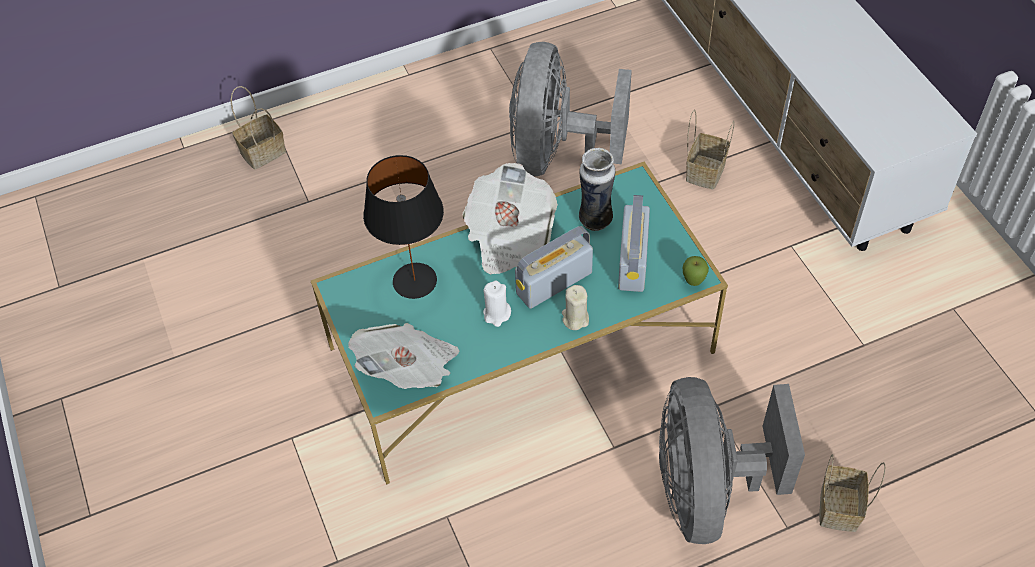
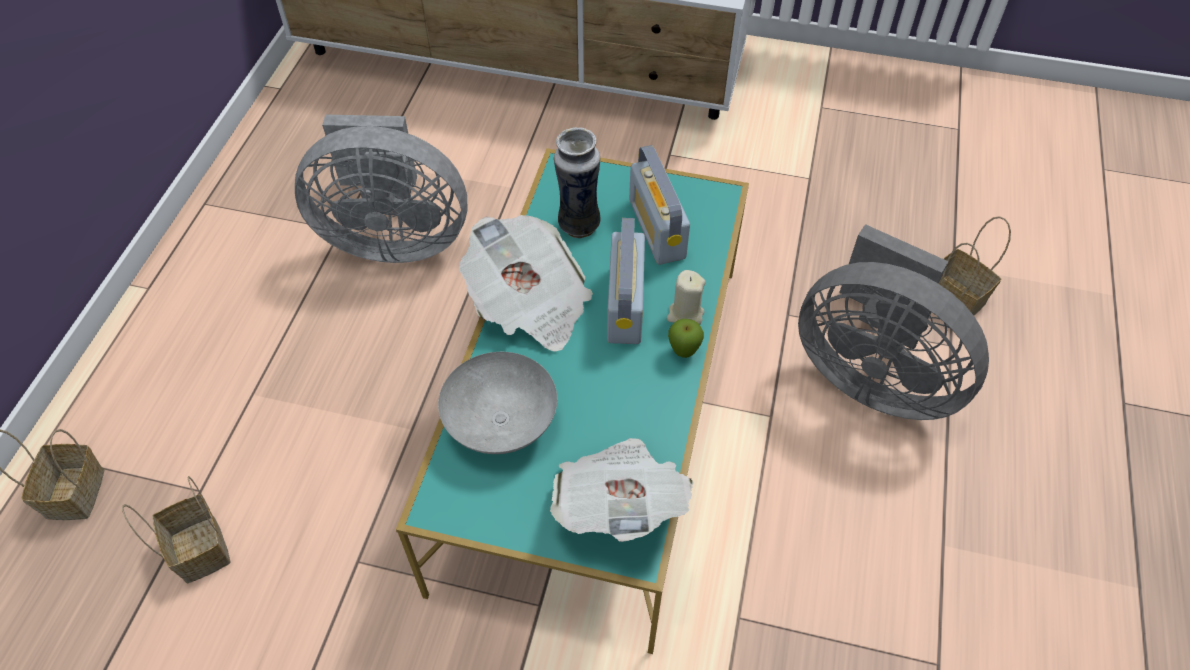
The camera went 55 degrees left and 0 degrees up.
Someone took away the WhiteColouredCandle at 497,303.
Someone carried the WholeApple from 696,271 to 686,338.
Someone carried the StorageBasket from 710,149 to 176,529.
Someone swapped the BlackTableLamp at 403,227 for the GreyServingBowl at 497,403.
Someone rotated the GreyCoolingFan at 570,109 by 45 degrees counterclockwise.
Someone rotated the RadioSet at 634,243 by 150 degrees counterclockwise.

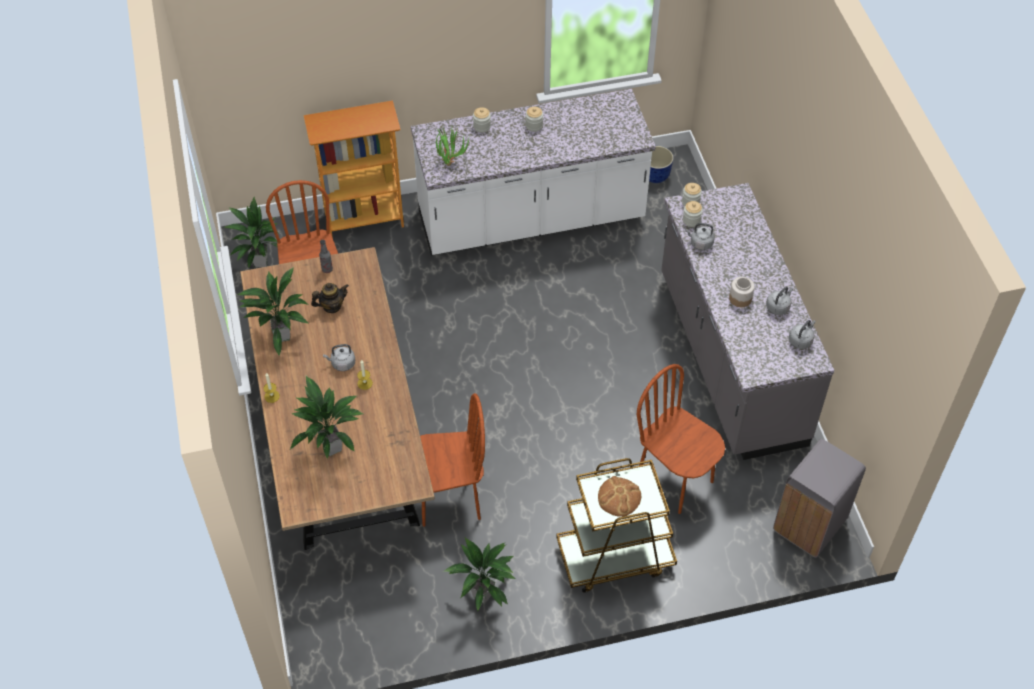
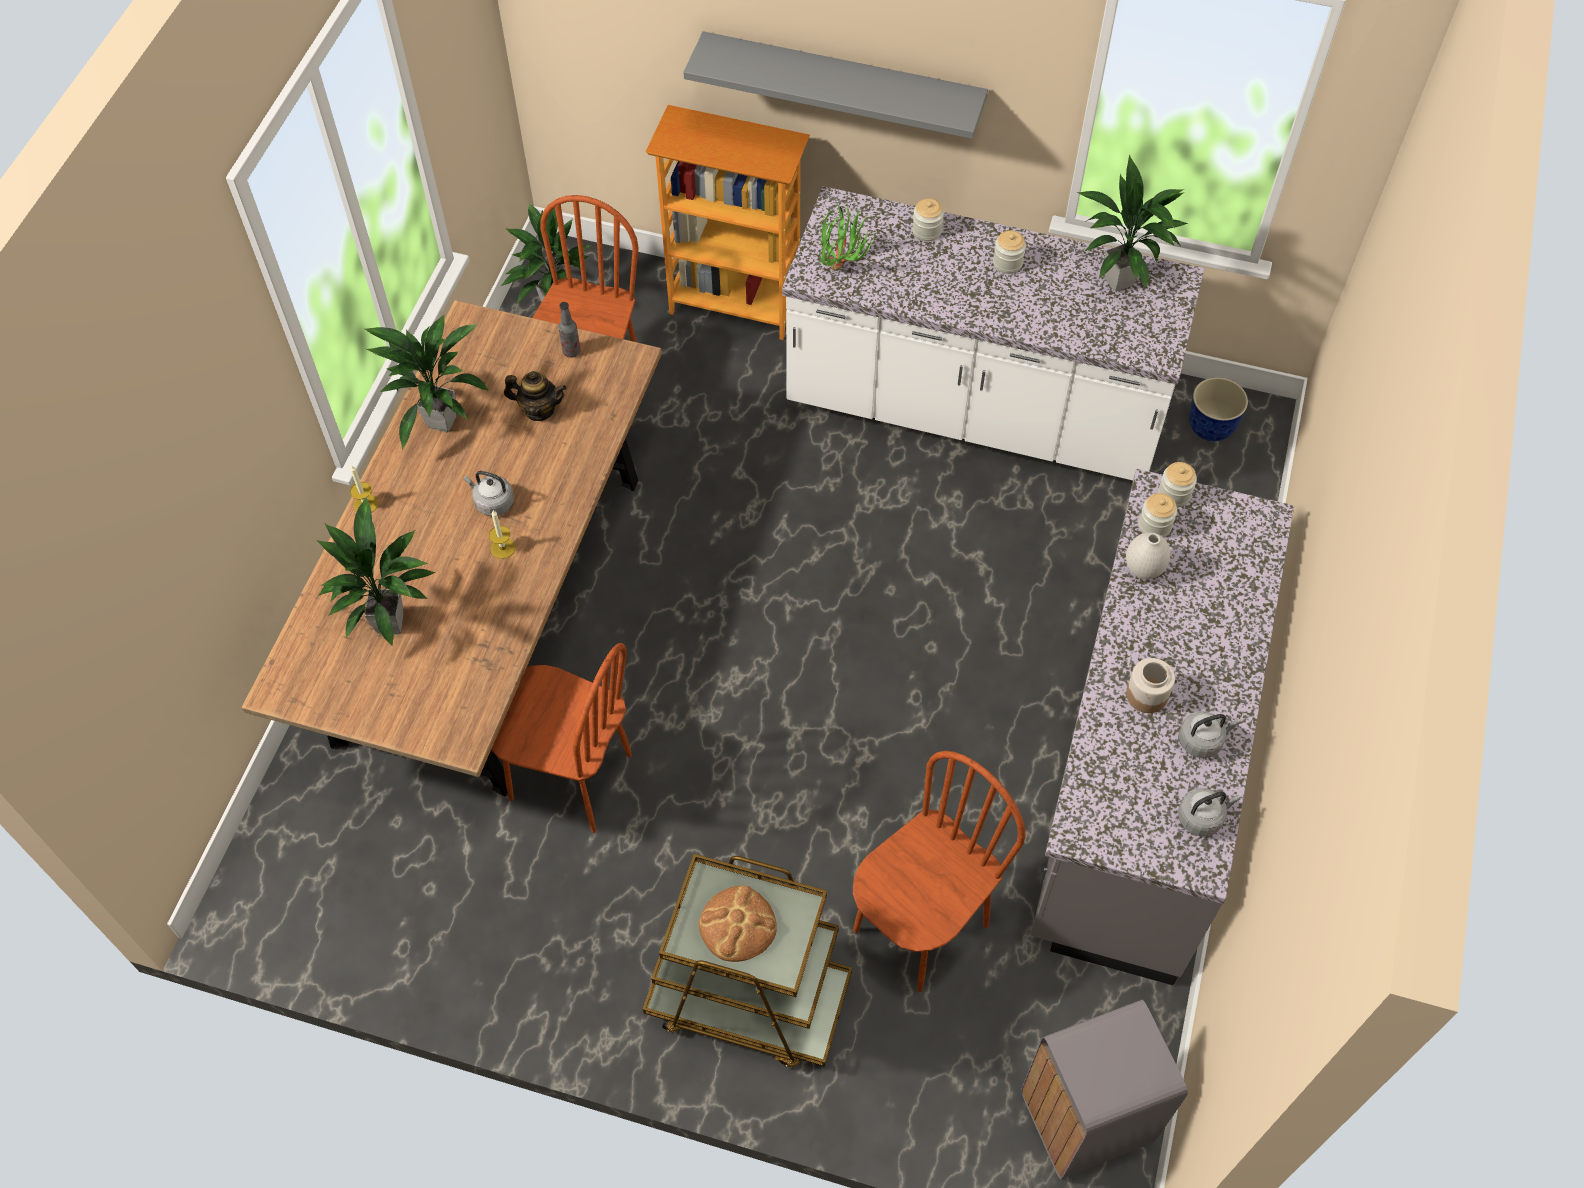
The camera went 30 degrees right and 5 degrees up.
Someone put up the GreyShelf at 835,85.
Someone carried the PlantInAPot from 479,575 to 1132,223.
Someone swapped the GreyTeaKettle at 700,236 for the WhiteColouredVase at 1148,556.
Someone rotated the BrownPlainChair at 680,439 by 60 degrees clockwise.

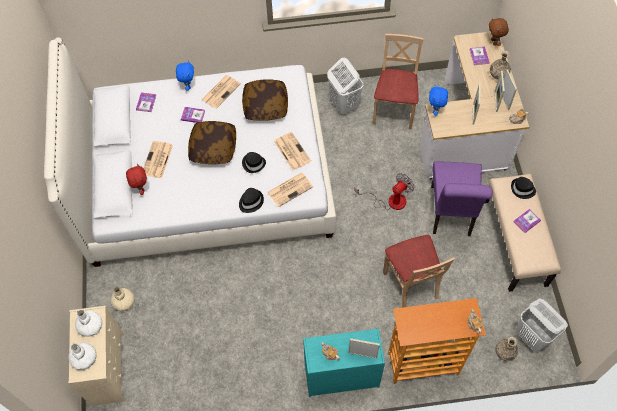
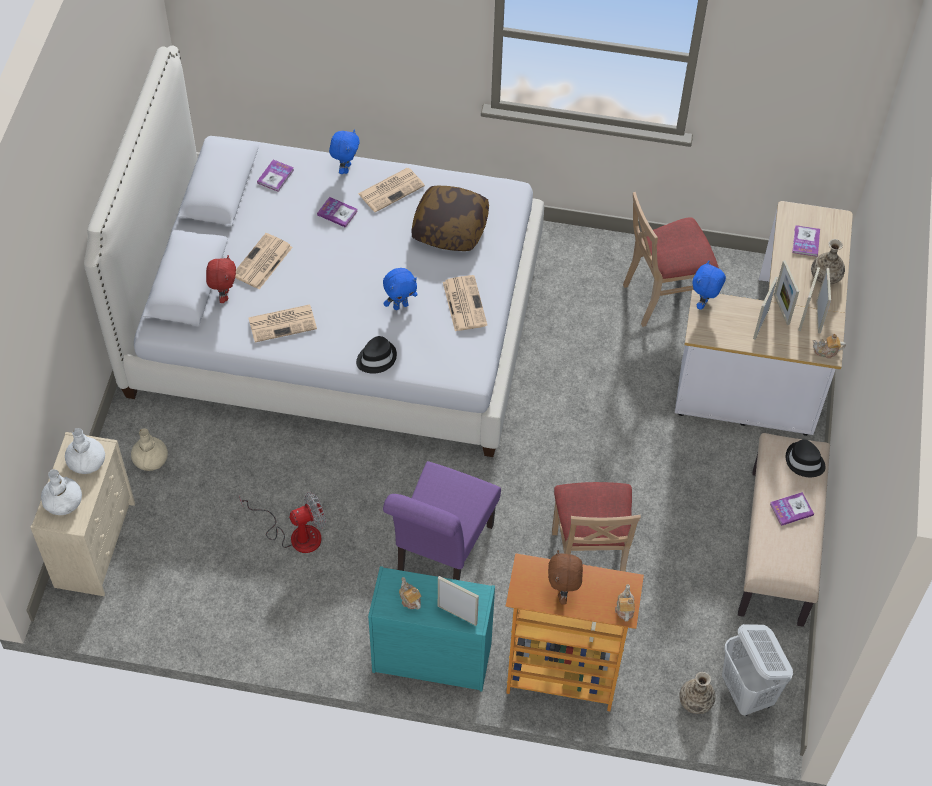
The camera went 15 degrees right and 5 degrees down.
Someone took away the Cushion at 212,142.
Someone took away the WhiteColouredWashingBasket at 345,86.
Someone put down the StandingFrame at 786,292.
Someone carried the DailyPaper from 290,189 to 282,323.
Someone carried the CoolingFan from 384,191 to 282,522.
Someone carried the PurpleColouredPlainChair from 462,198 to 442,520.
Someone carried the BrownCuddlyToy from 499,31 to 565,577.
Someone swapped the BlackWearableHat at 254,162 for the BluishCuddlyToy at 400,289.
Someone rotated the SandColouredPlainChair at 398,82 by 135 degrees counterclockwise.

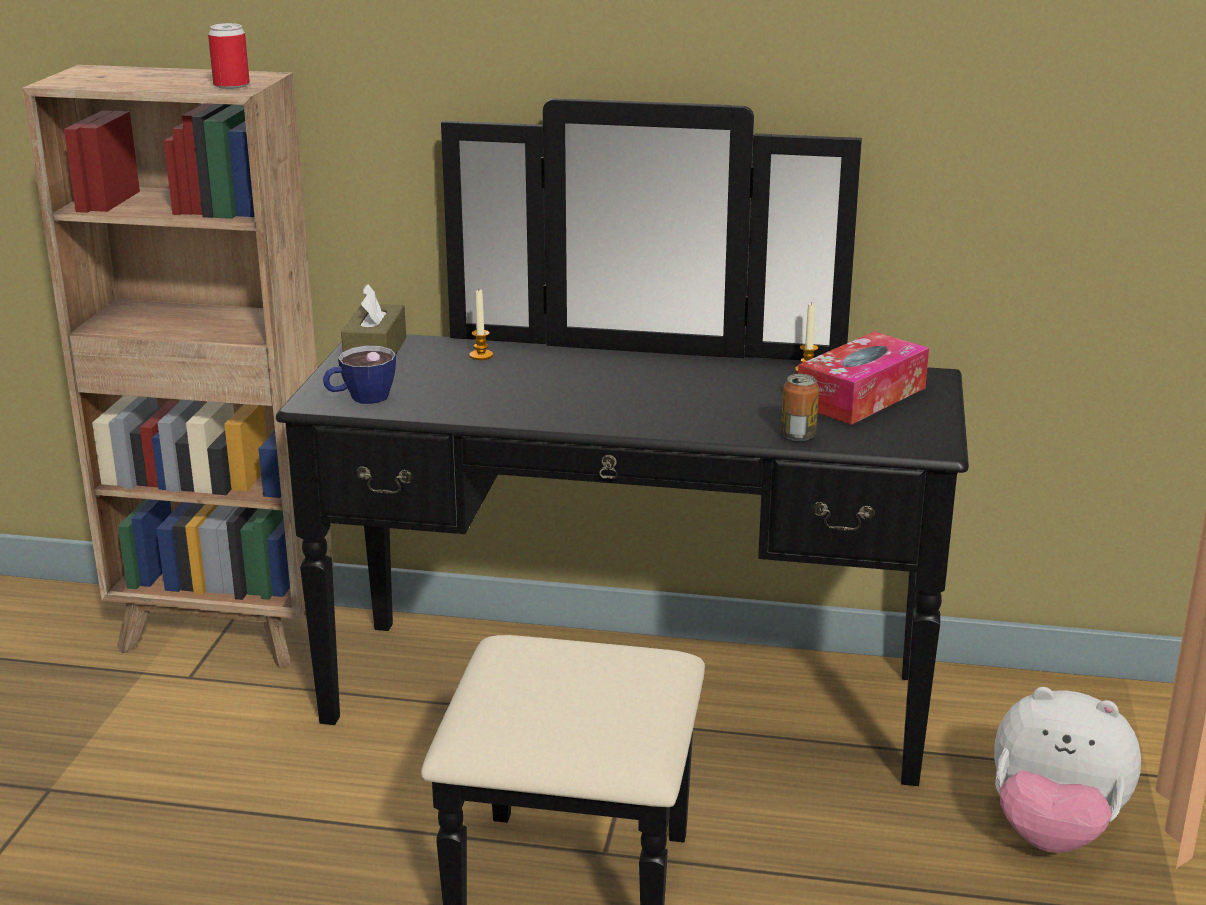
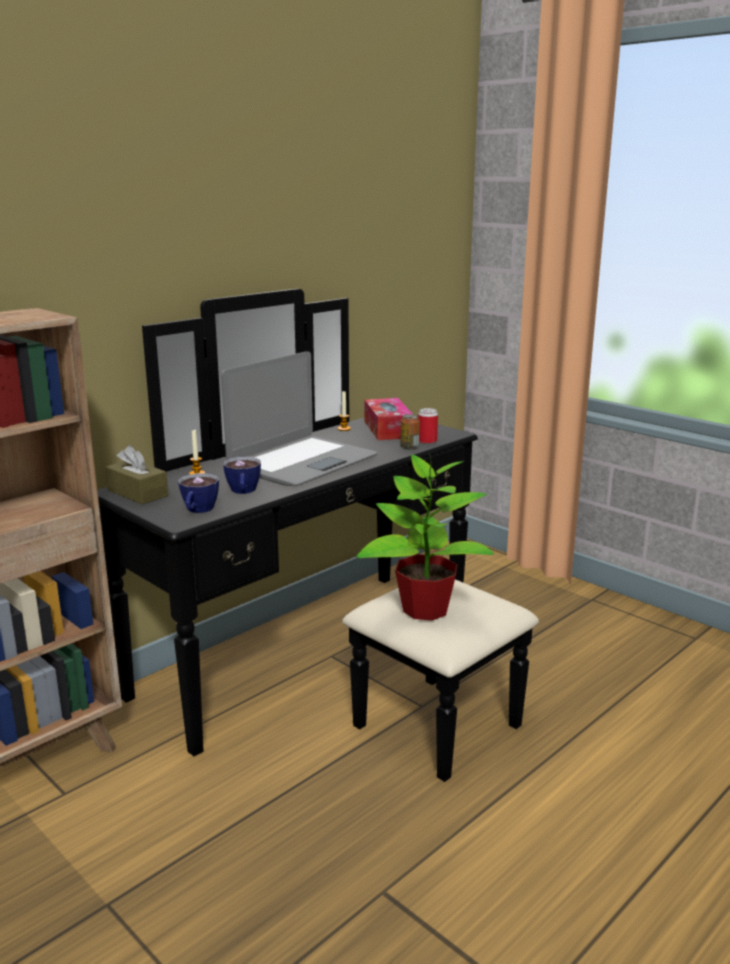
The camera went 55 degrees left and 5 degrees down.
Someone took away the CuddlyToy at 1067,770.
Someone put down the Laptop at 299,418.
Someone put down the SmallCup at 242,475.
Someone put down the PlantInAPot at 425,537.
Someone carried the SealedCan from 229,56 to 428,426.

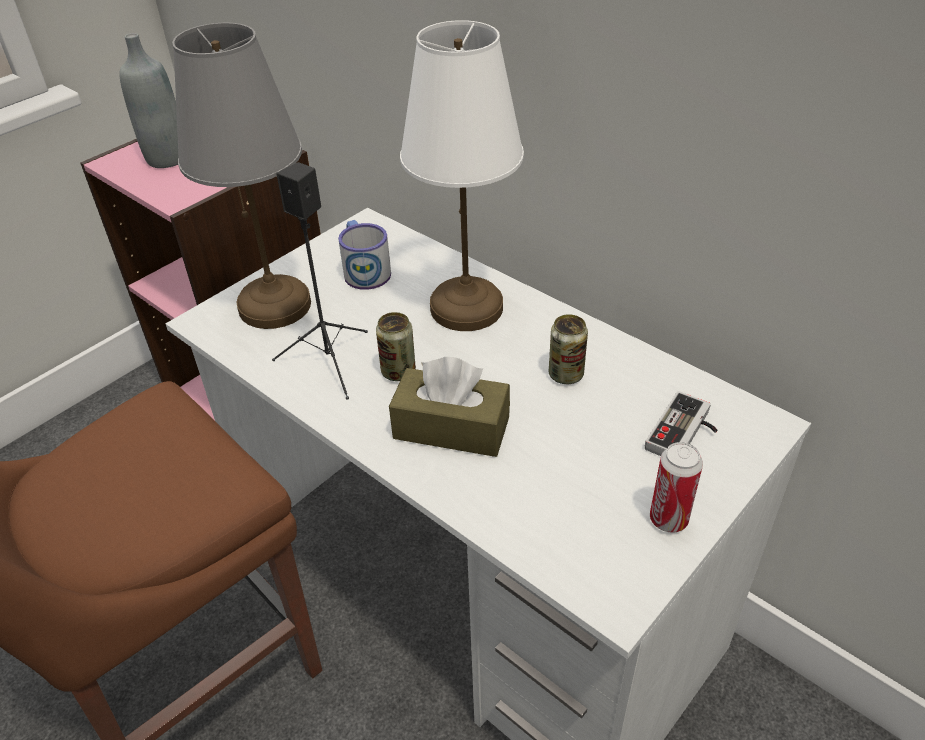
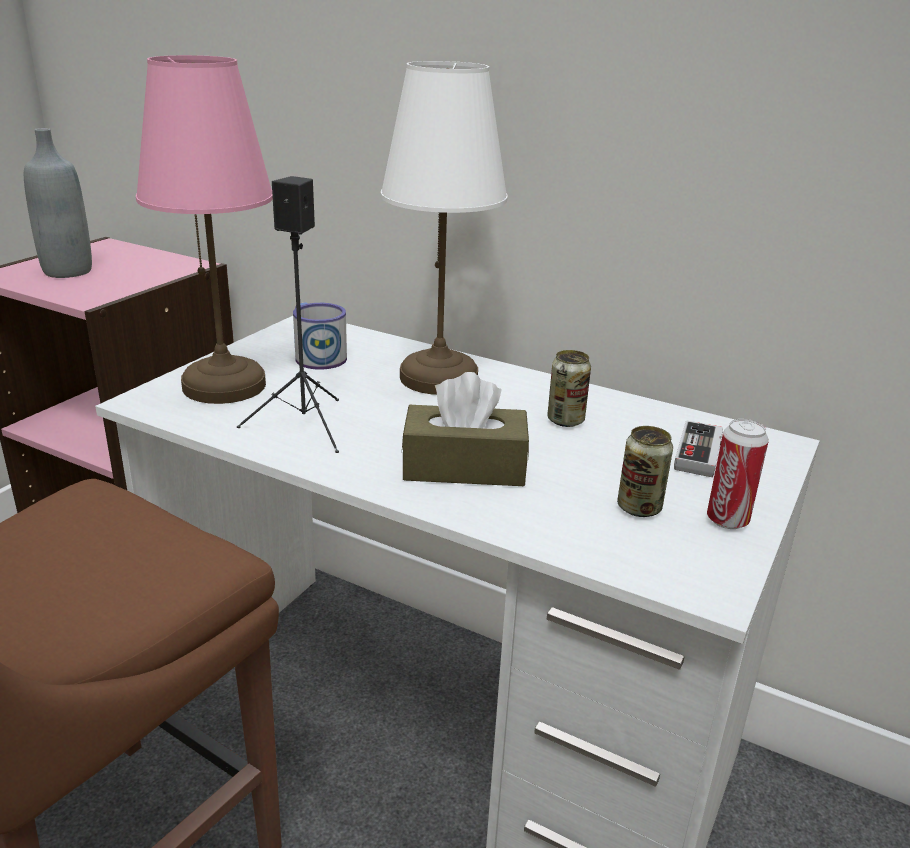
The camera went 15 degrees left and 15 degrees down.
Someone carried the SealedCan from 396,346 to 645,471.
Someone repainted the GreyTableLamp at 241,176, which became the PinkTableLamp at 204,229.

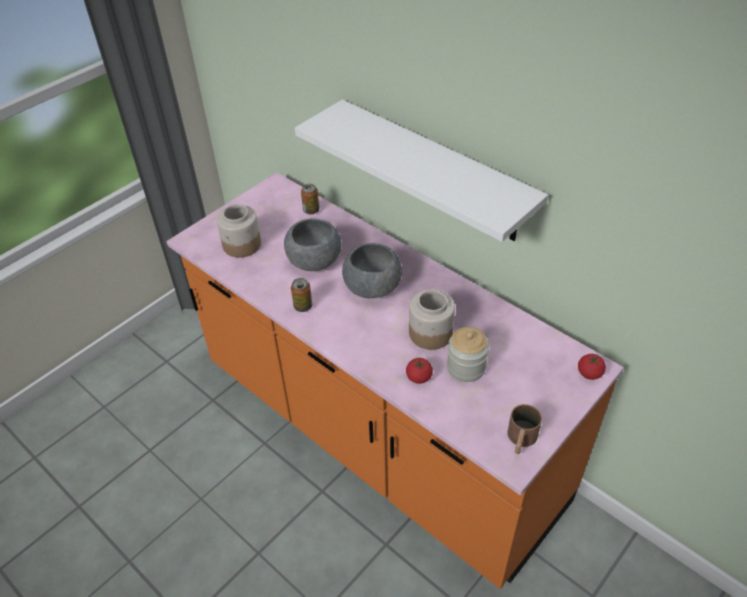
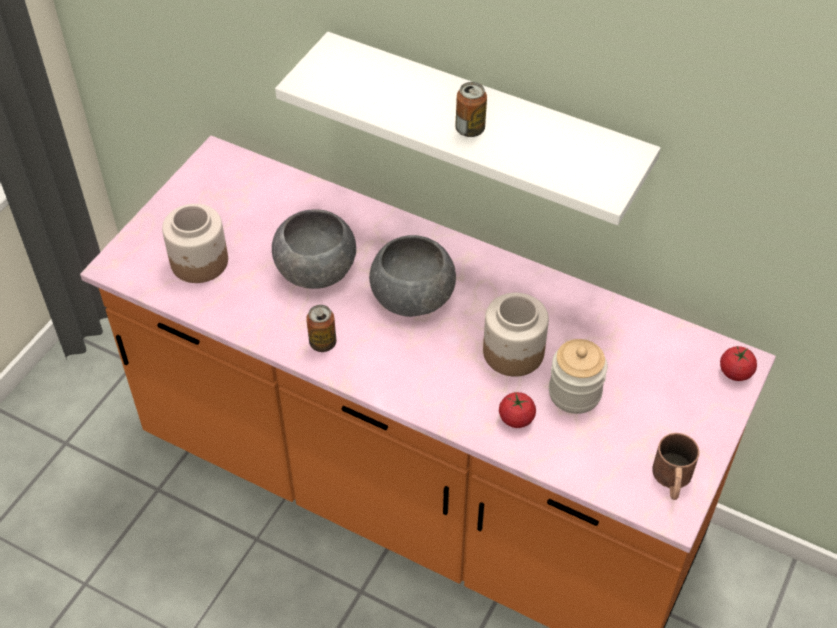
The camera went 15 degrees left and 5 degrees up.
Someone carried the SealedCan from 310,199 to 471,109.

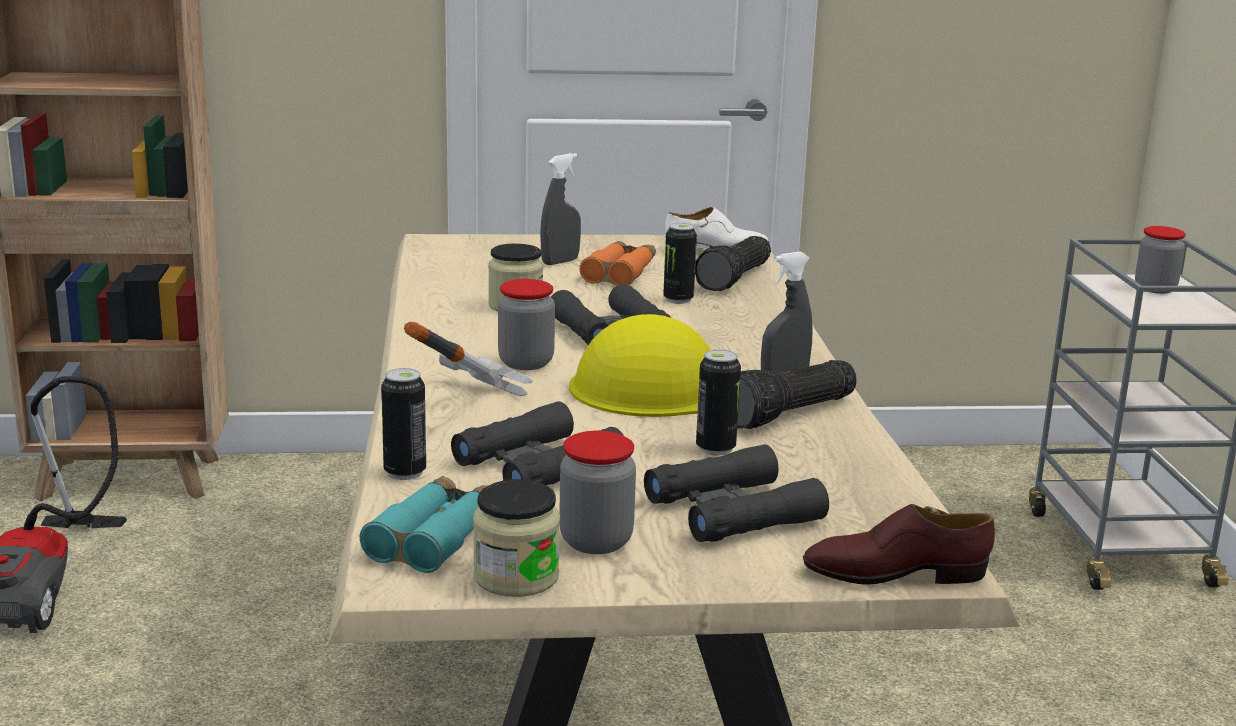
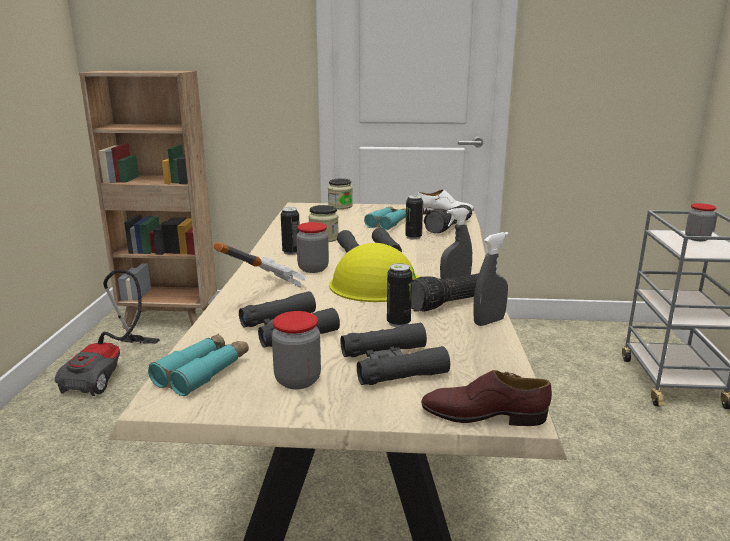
The camera went 10 degrees right and 0 degrees up.
Someone carried the SealedCan from 403,424 to 290,231.
Someone carried the Jar from 516,538 to 340,194.
Someone carried the GreySprayBottle from 560,209 to 491,279.
Someone repainted the OrangeyBinoculars at 618,263, which became the TurquoiseBinoculars at 385,218.

